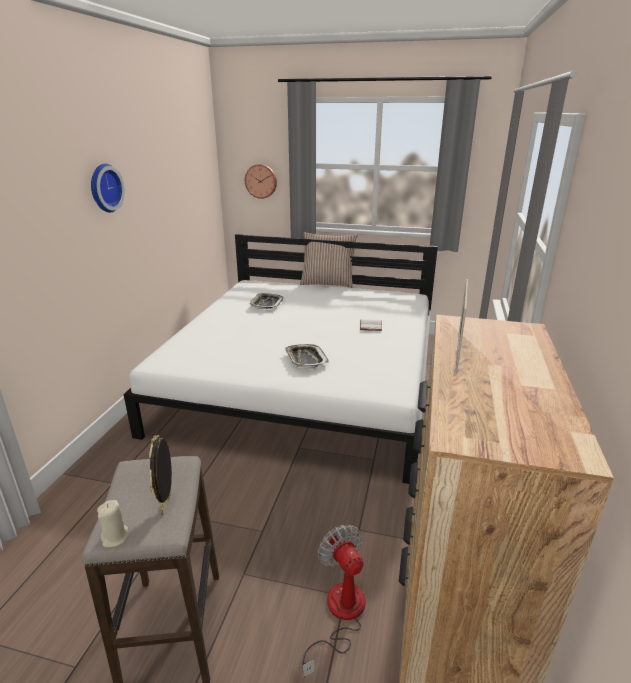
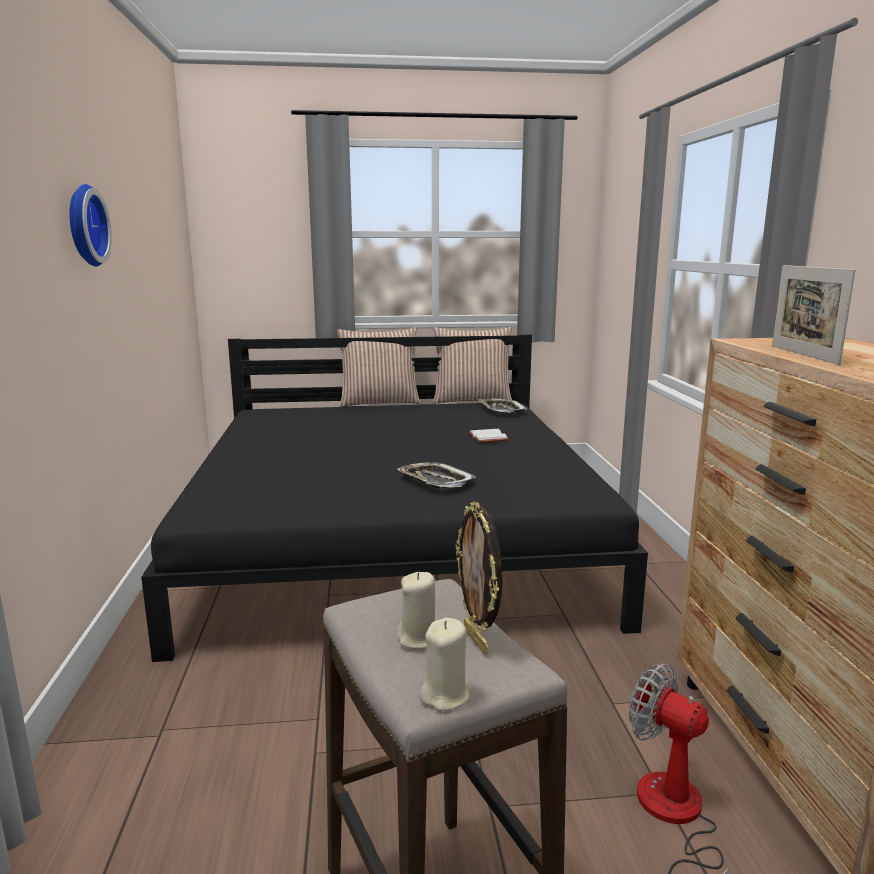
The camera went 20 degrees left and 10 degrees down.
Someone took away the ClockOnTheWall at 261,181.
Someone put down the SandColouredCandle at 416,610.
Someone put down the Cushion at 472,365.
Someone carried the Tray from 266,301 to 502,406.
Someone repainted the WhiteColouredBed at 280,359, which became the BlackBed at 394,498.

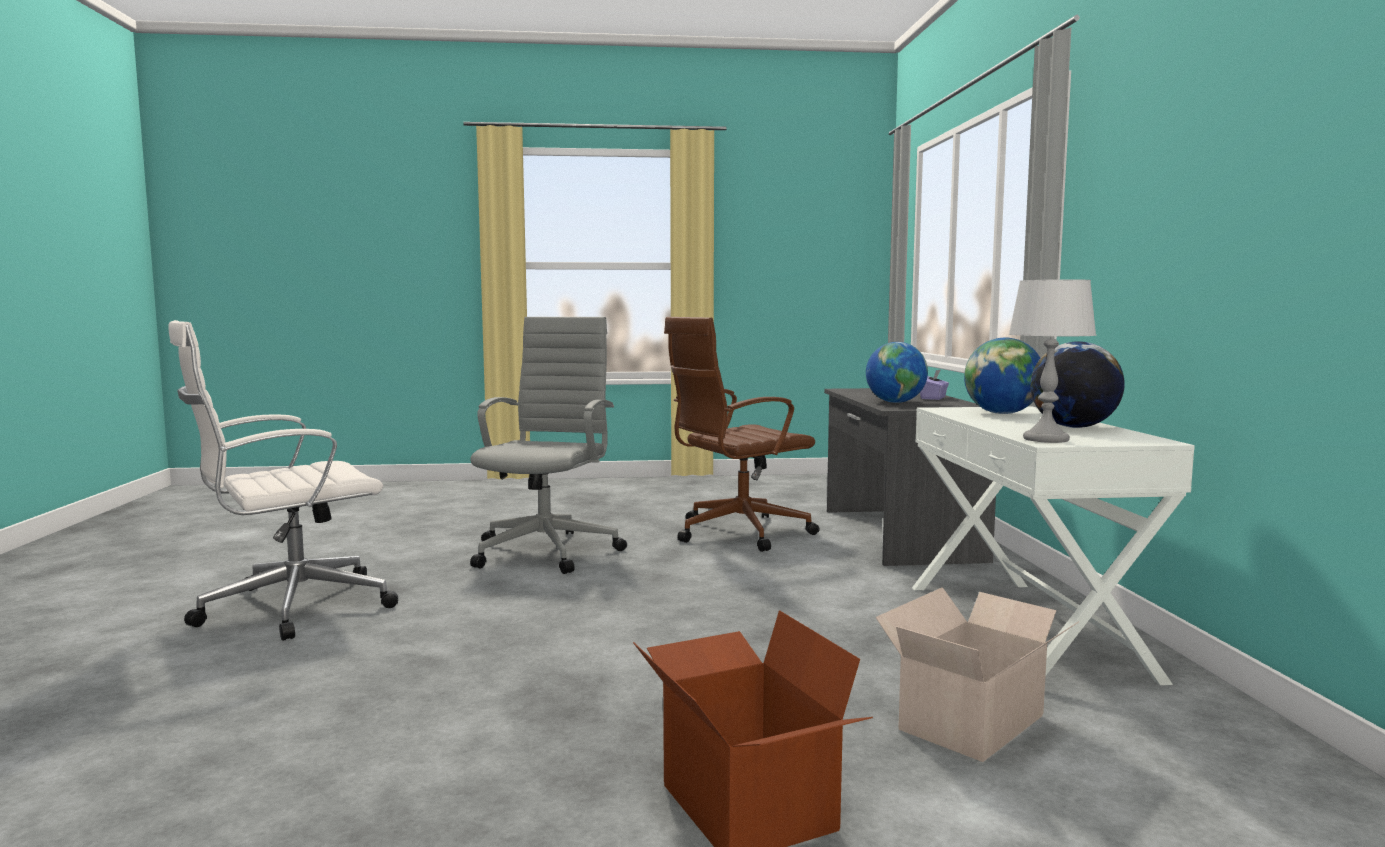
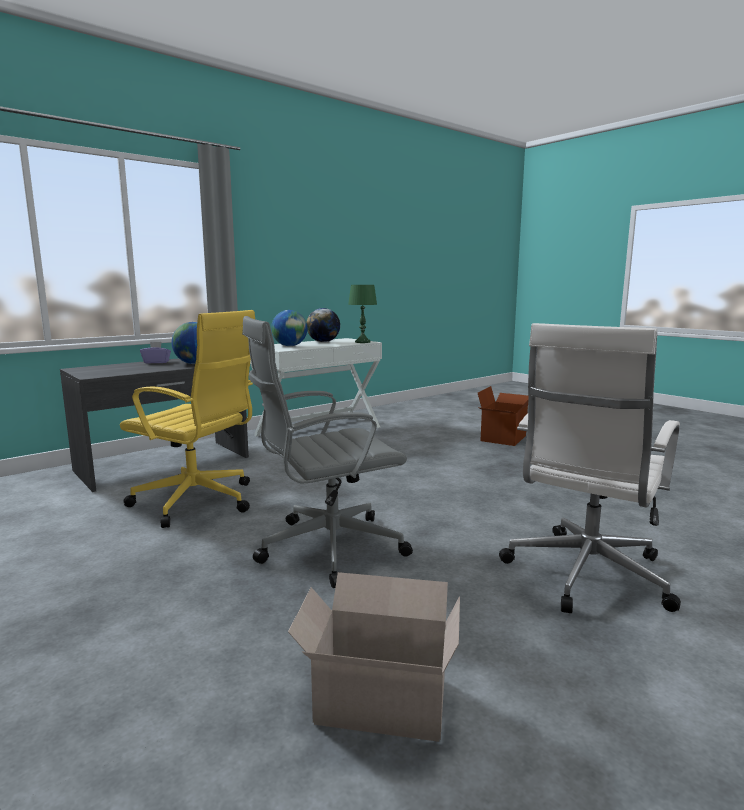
The camera went 125 degrees left and 5 degrees up.
Someone carried the CardboardBox from 977,674 to 374,657.
Someone repainted the BrownComputerChair at 742,434, which became the YellowColouredComputerChair at 187,419.
Someone repainted the GreyTableLamp at 1053,361, which became the GreenTableLamp at 362,314.
Someone rotated the WhiteColouredComputerChair at 283,480 by 105 degrees clockwise.

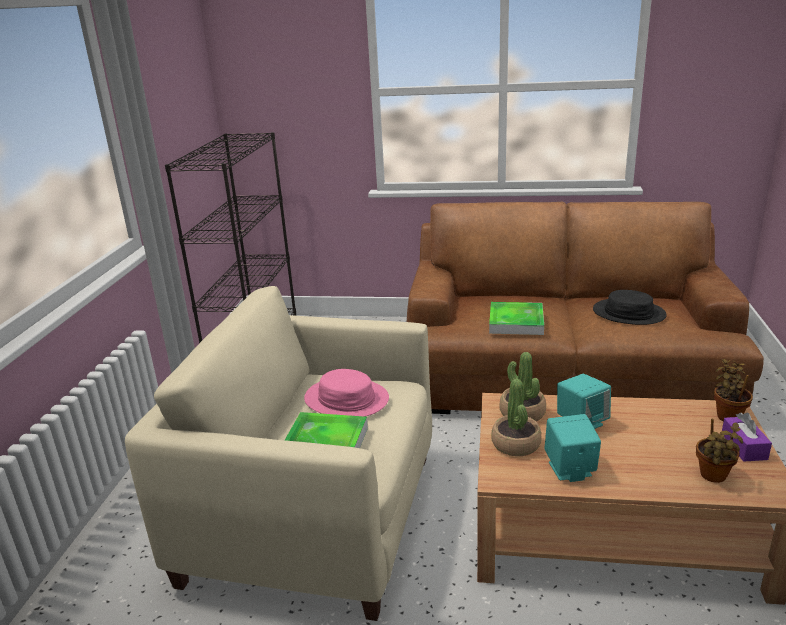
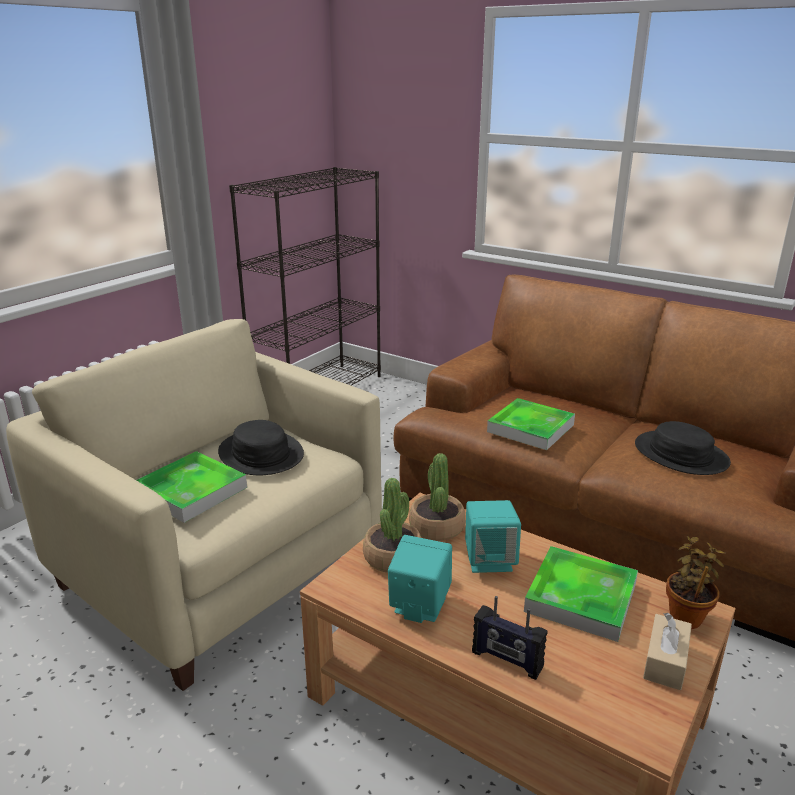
The camera went 25 degrees right and 0 degrees up.
Someone took away the PlantInAPot at 719,451.
Someone put down the RadioSet at 510,638.
Someone put down the Tray at 581,594.
Someone repainted the PinkWearableHat at 346,393, which became the BlackWearableHat at 261,447.
Someone repainted the PurpleColouredTissueHolder at 747,437, which became the SandColouredTissueHolder at 667,651.

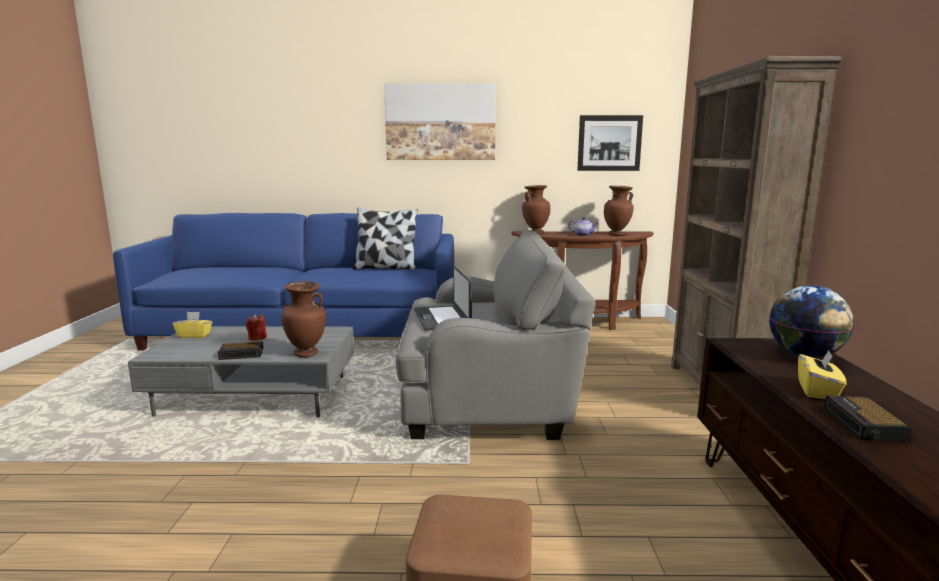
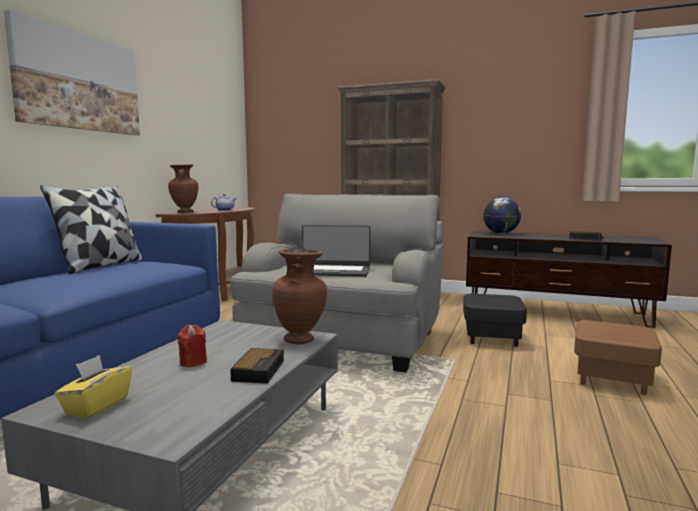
The camera went 70 degrees left and 5 degrees down.
Someone took away the WallPicture at 610,143.
Someone took away the BrownVase at 619,210.
Someone took away the YellowColouredTissueHolder at 822,374.
Someone put down the BlackPouffe at 495,320.

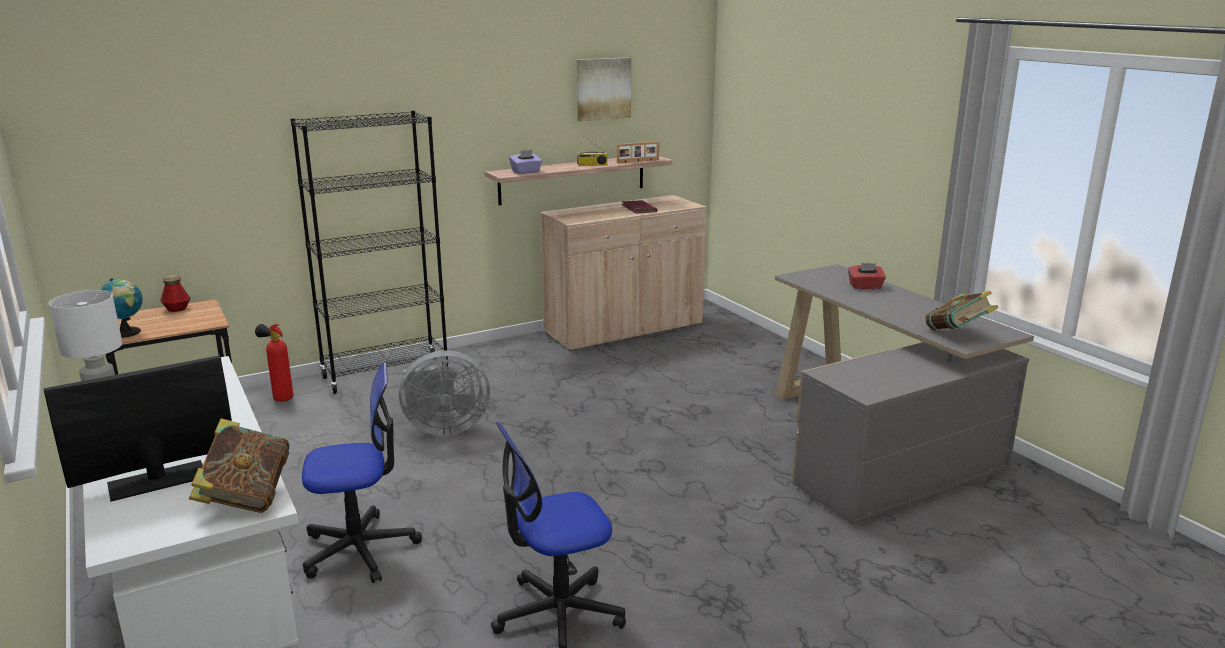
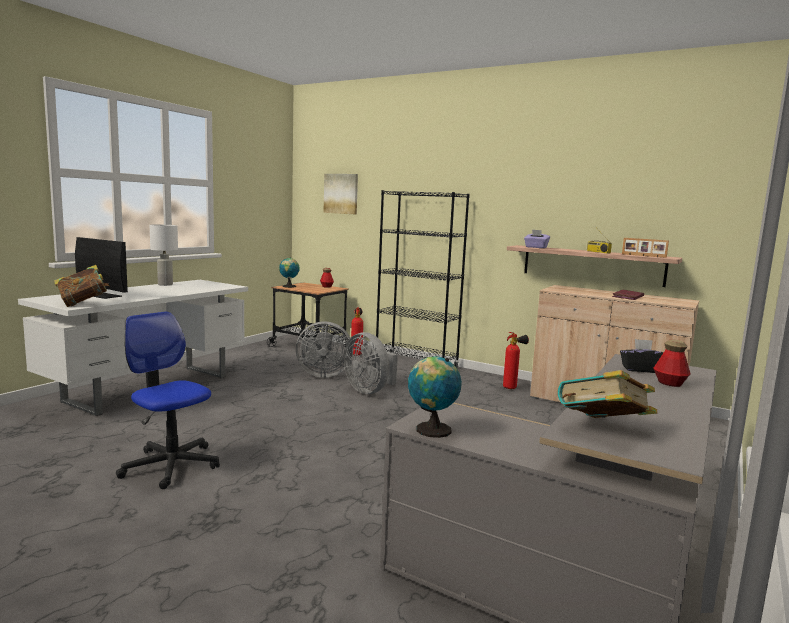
The camera went 60 degrees right and 10 degrees down.
Someone took away the ComputerChair at 362,472.
Someone put down the GreyCoolingFan at 324,349.
Someone put down the Globe at 435,397.
Someone put down the FireExtinguisher at 516,360.
Someone put down the BlackTissueHolder at 642,356.
Someone carried the WallPicture from 604,89 to 341,194.
Someone swapped the ReddishTissueHolder at 867,276 for the DrinkBottle at 672,363.

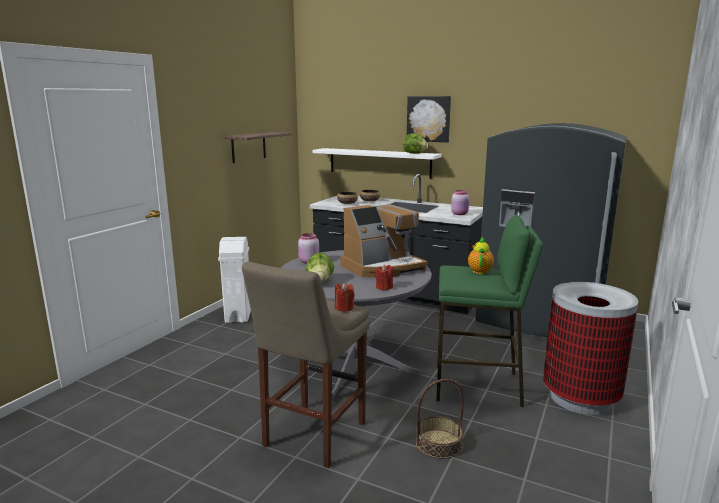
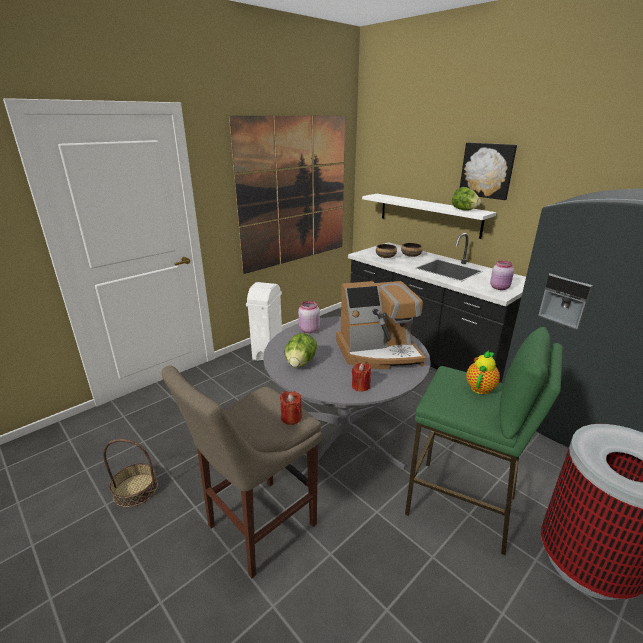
The camera went 20 degrees right and 10 degrees up.
Someone carried the StorageBasket from 440,419 to 130,473.
Someone swapped the Shelf at 257,147 for the WallPicture at 287,195.

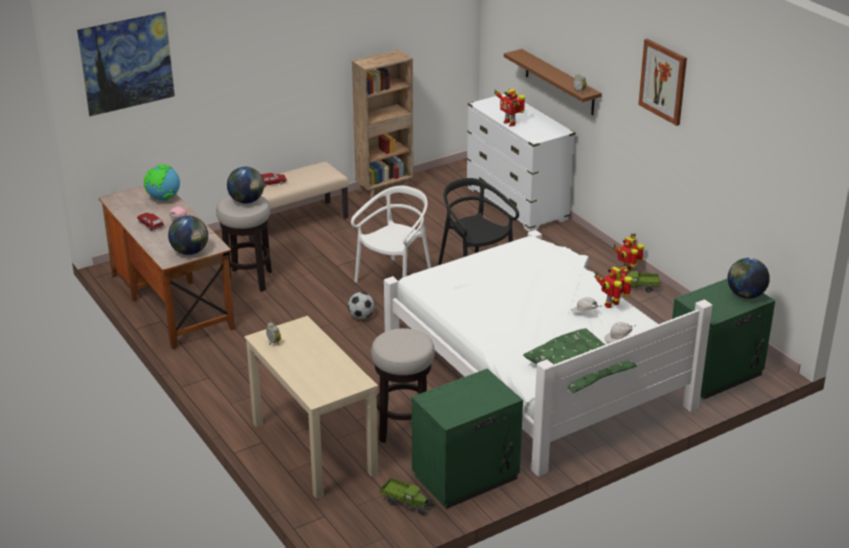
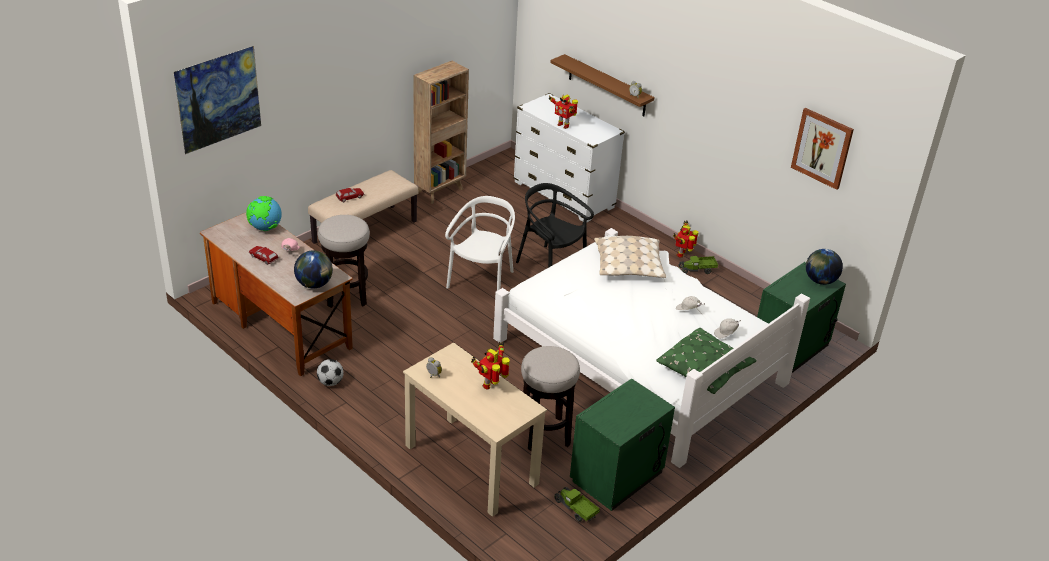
The camera went 15 degrees left and 5 degrees up.
Someone took away the Globe at 245,185.
Someone put down the SandColouredCushion at 630,257.
Someone carried the Football from 361,305 to 330,372.
Someone carried the ToyRobot from 613,285 to 490,366.
Someone carried the WallPicture from 662,82 to 822,149.
Someone rotated the ToyTruck at 407,496 by 150 degrees counterclockwise.

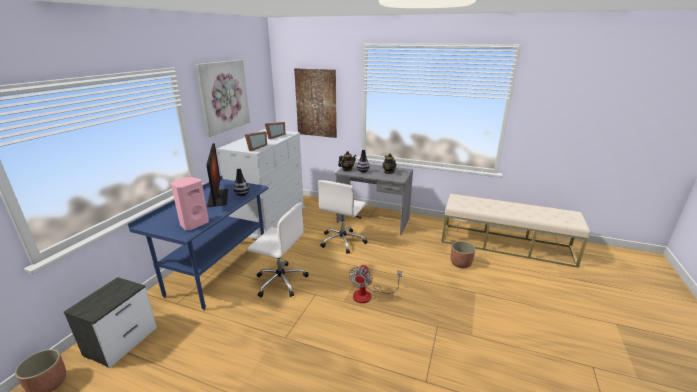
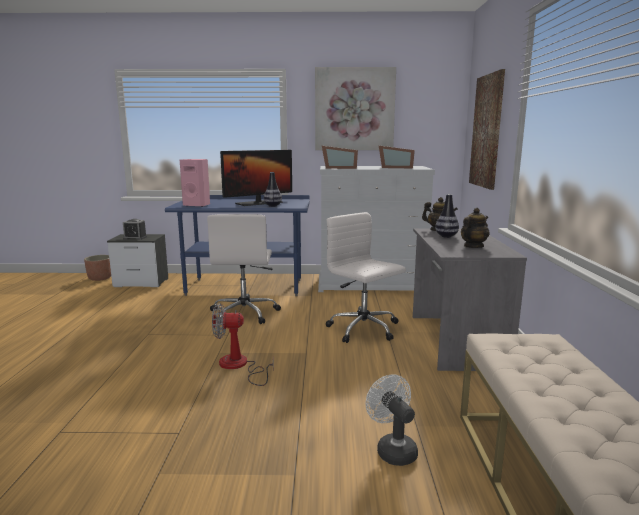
The camera went 70 degrees right and 10 degrees down.
Someone put down the AlarmClock at 135,229.
Someone swapped the FlowerPot at 463,254 for the WhiteColouredCoolingFan at 391,420.
Someone rotated the WhiteColouredComputerChair at 342,217 by 45 degrees clockwise.

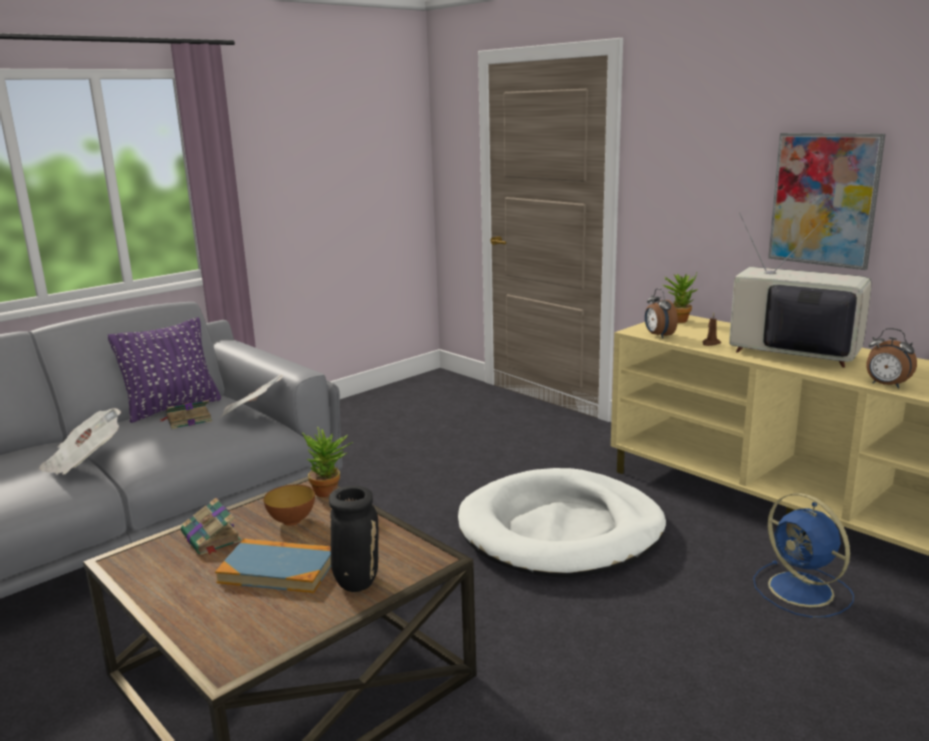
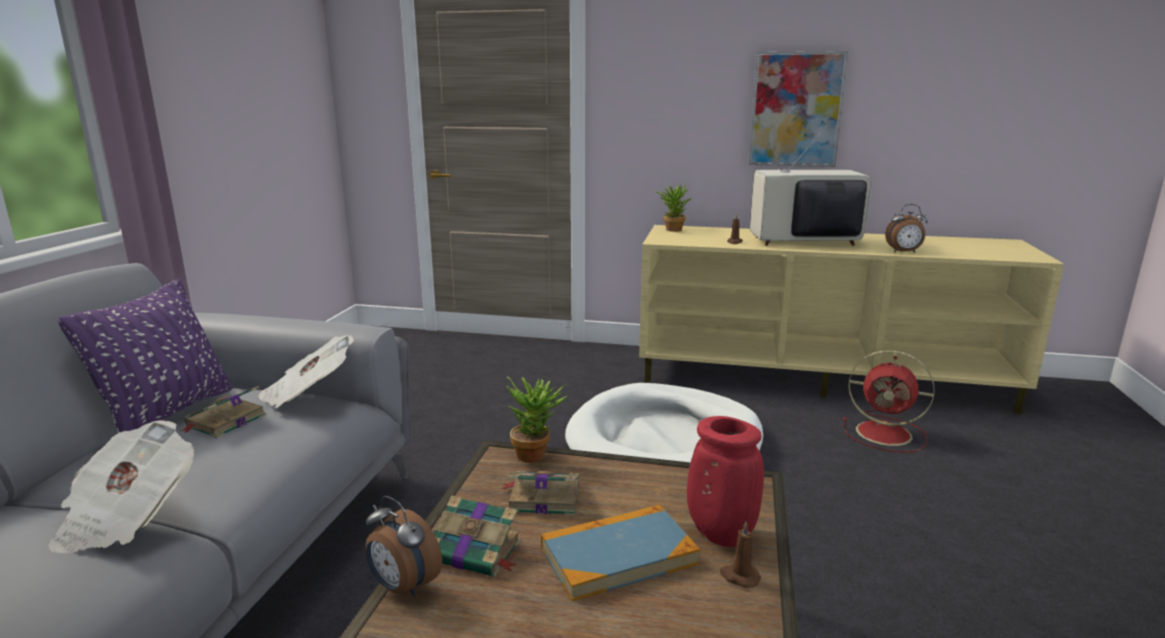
The camera went 35 degrees left and 0 degrees up.
Someone put down the BrownCandle at 740,555.
Someone carried the AlarmClock from 661,313 to 404,546.
Someone swapped the ServingBowl at 289,505 for the Volume at 540,493.
Someone repainted the BlackVase at 353,539, which became the ReddishVase at 725,481.
Someone repainted the BluishCoolingFan at 803,555, which became the ReddishCoolingFan at 889,401.

